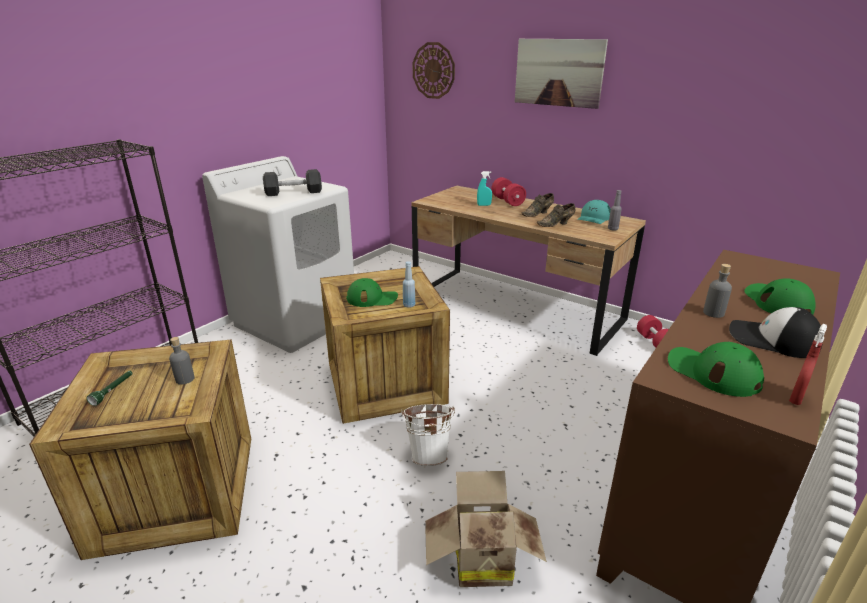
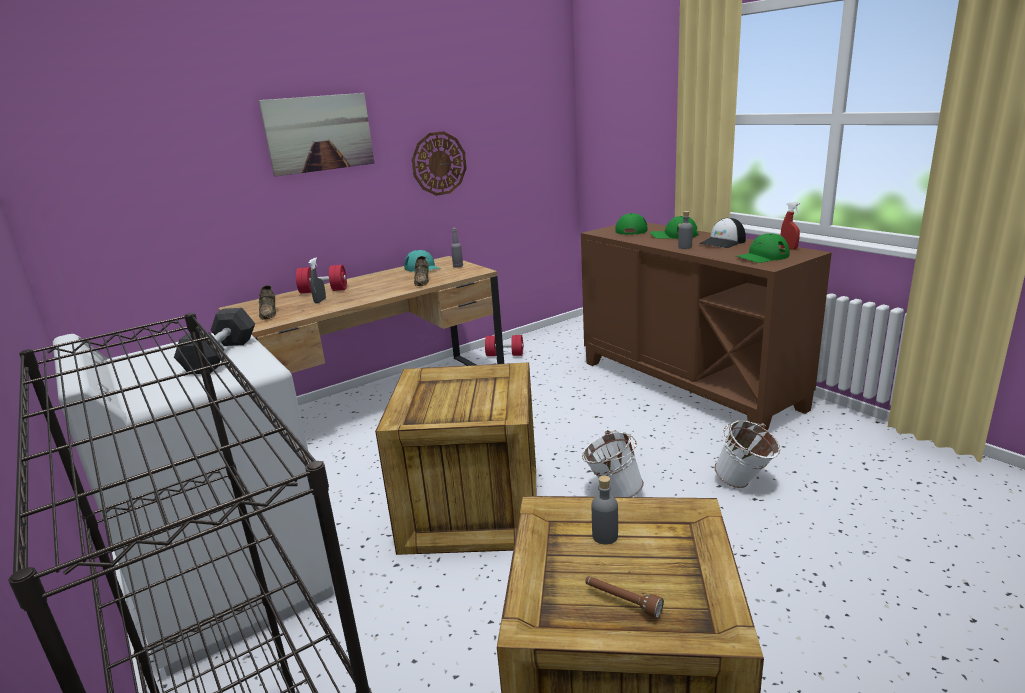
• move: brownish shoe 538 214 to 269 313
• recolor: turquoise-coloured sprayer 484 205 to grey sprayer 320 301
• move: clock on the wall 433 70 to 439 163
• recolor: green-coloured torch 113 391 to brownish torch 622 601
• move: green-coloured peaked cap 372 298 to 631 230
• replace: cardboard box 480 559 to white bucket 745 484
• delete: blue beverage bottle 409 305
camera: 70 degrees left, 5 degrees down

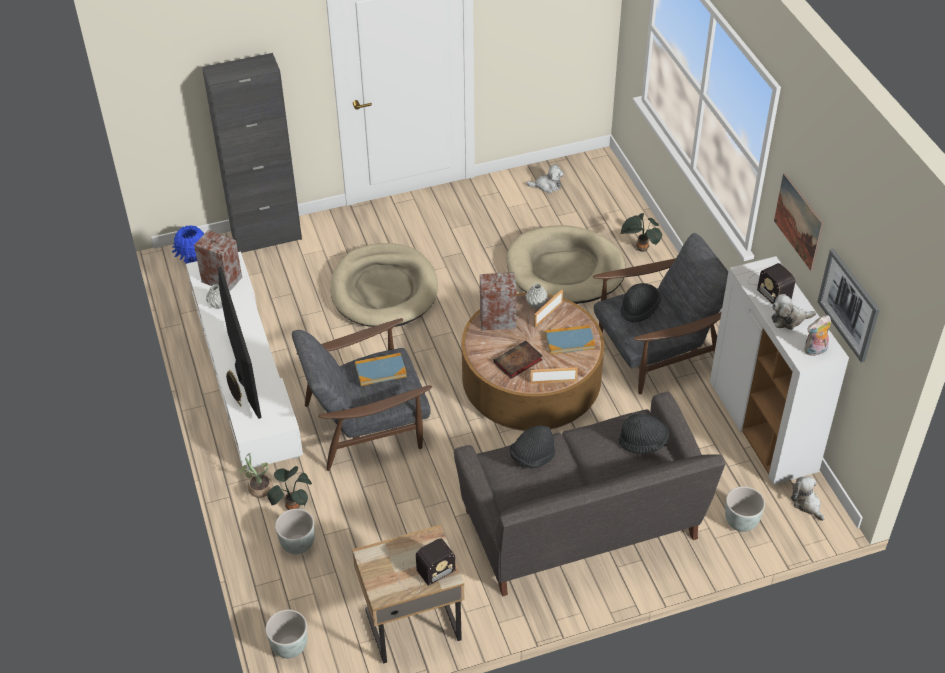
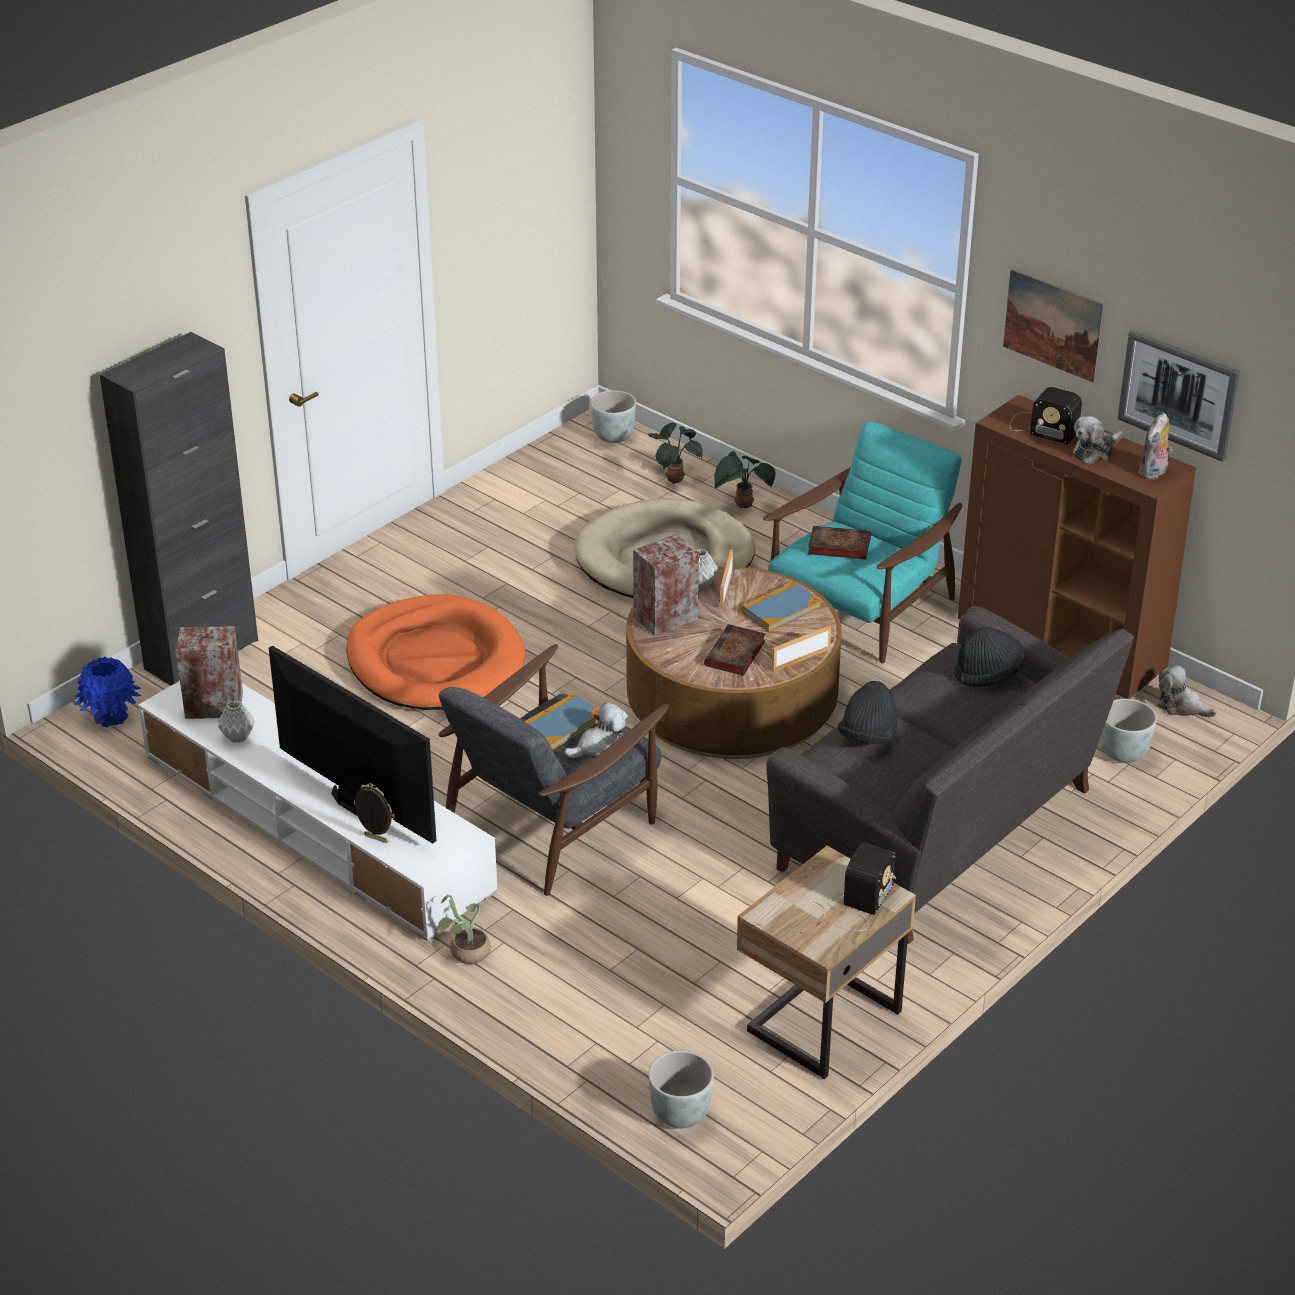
• recolor: sand-coloured pet bed 384 290 to orange pet bed 435 661
• move: plush toy 547 186 to 600 747
• move: grey planter 298 544 to 614 436
• move: plant in a pot 293 506 to 673 478
• recolor: grey lounge chair 655 351 to turquoise-coloured lounge chair 861 610
• replace: black-coloured clothing hat 639 309 to bound book 837 546
• recolor: white cabinet 763 427 to brownish cabinet 1062 646
camera: 30 degrees left, 10 degrees down

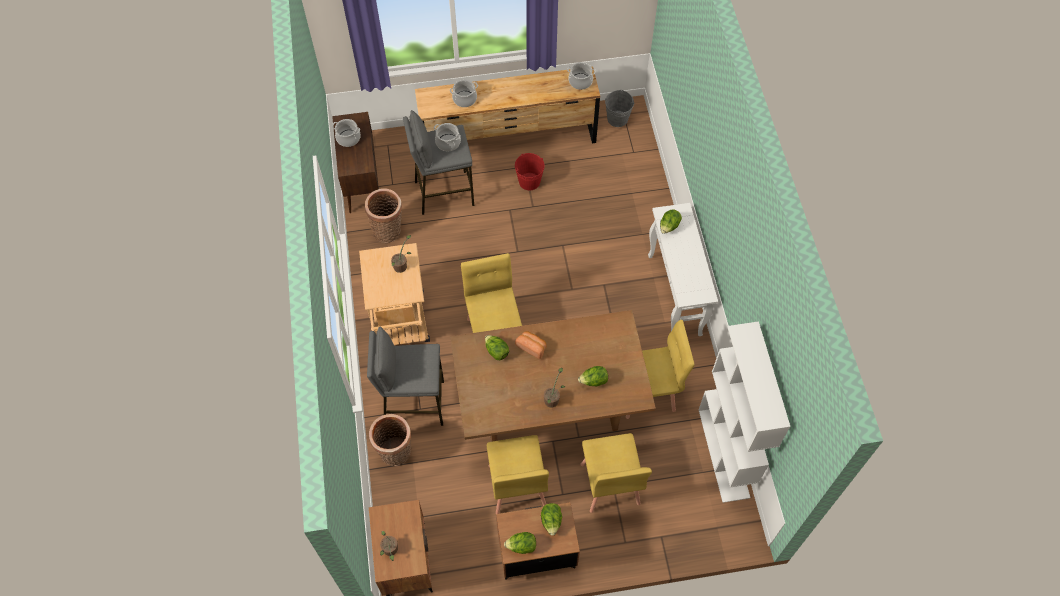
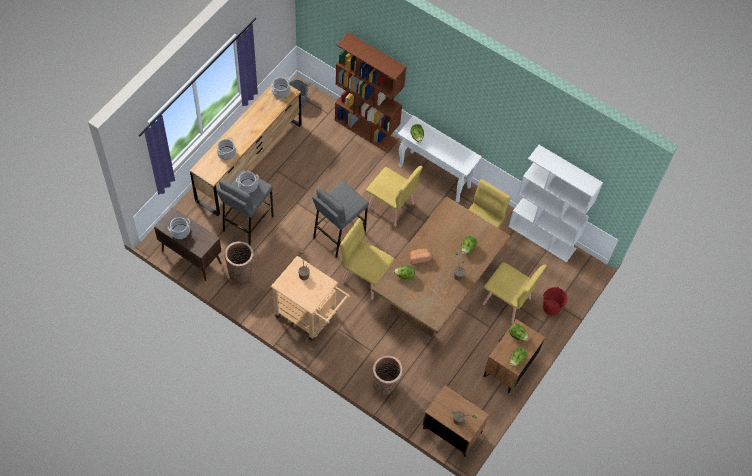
• move: grey stool seat 414 403 to 338 235
• insert: brownish shelving unit 367 130
• move: yellowish upright chair 516 486 to 390 206
• move: red-coloured bucket 529 181 to 551 307
camera: 50 degrees left, 0 degrees up

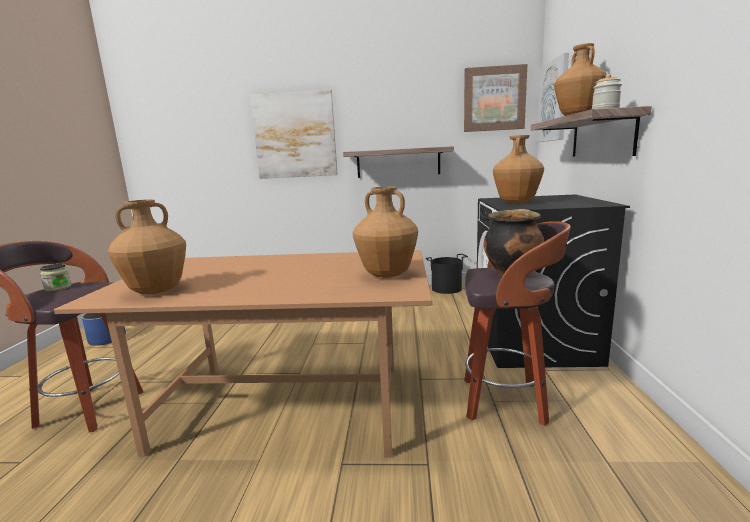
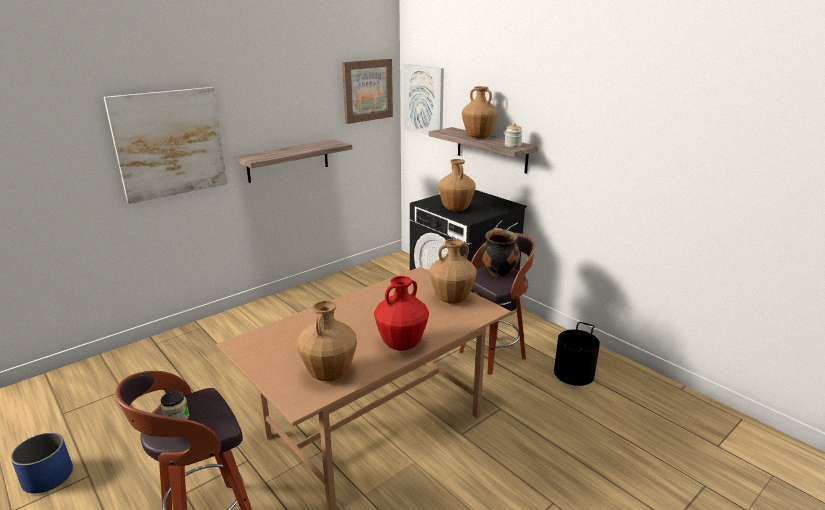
• insert: red-coloured flower vase 402 345
• move: black-coloured bucket 446 289 to 574 373
camera: 45 degrees left, 10 degrees up

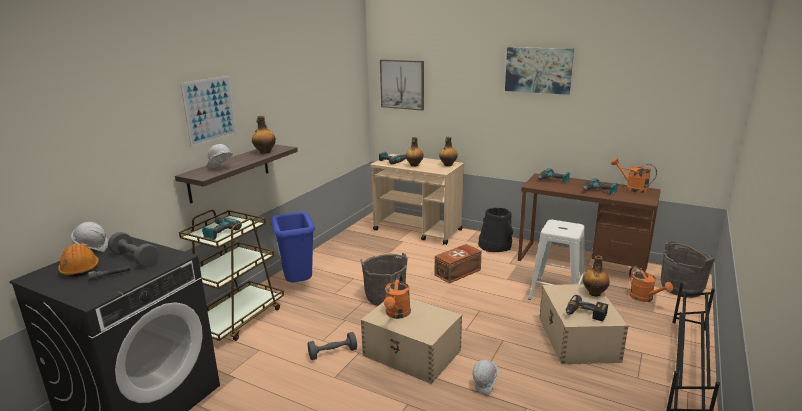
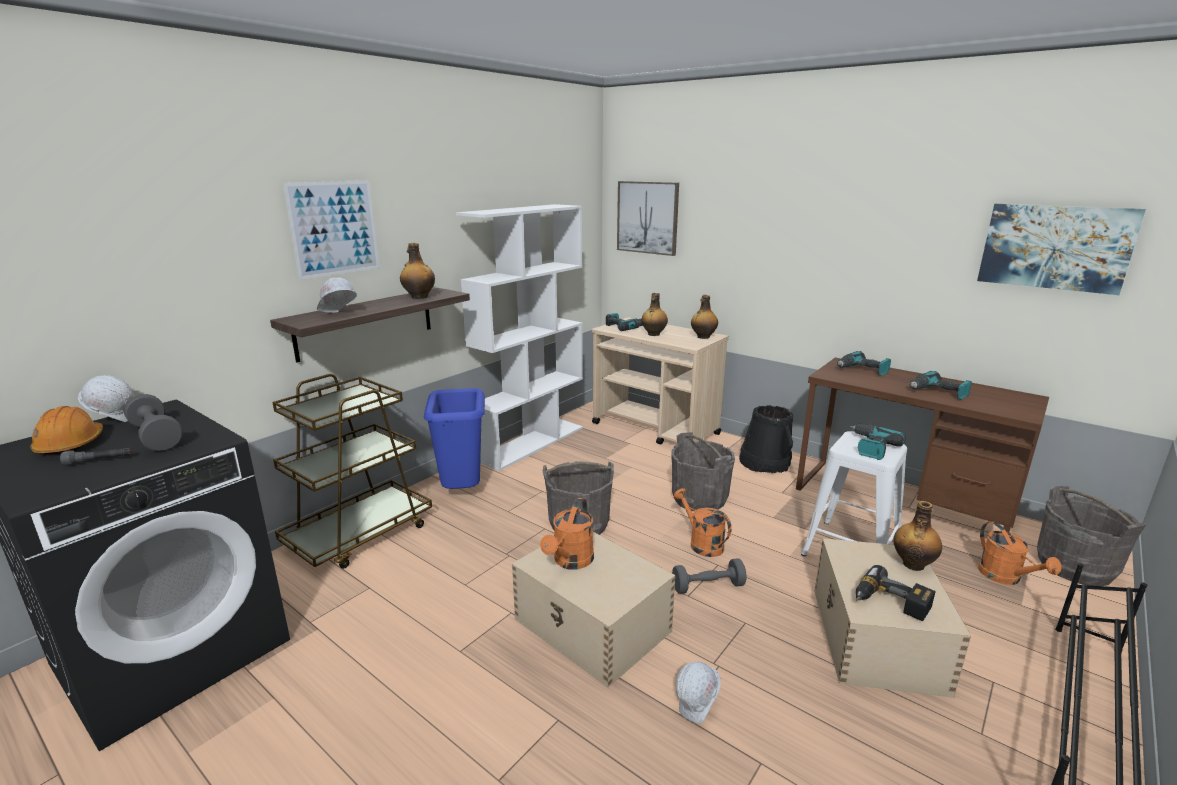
• insert: white shelving unit 531 443
• replace: brownish storage container 458 272 to grey bucket 699 498
• move: grey dumbbell 333 353 to 708 586
• move: orange watering can 632 188 to 701 543
• move: electric drill 219 232 to 871 447
• move: picture 538 70 to 1055 247
camera: 10 degrees right, 0 degrees up

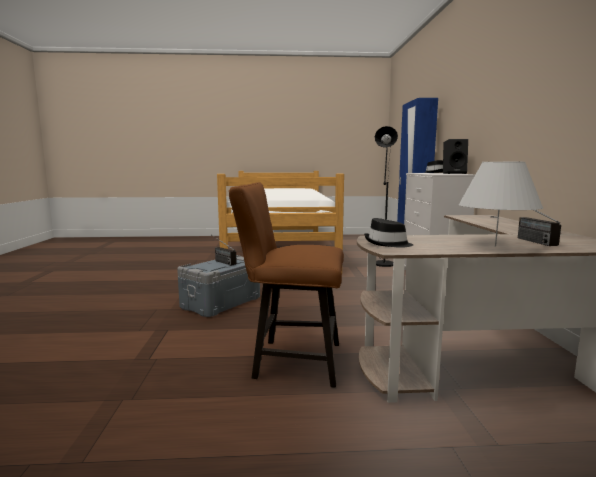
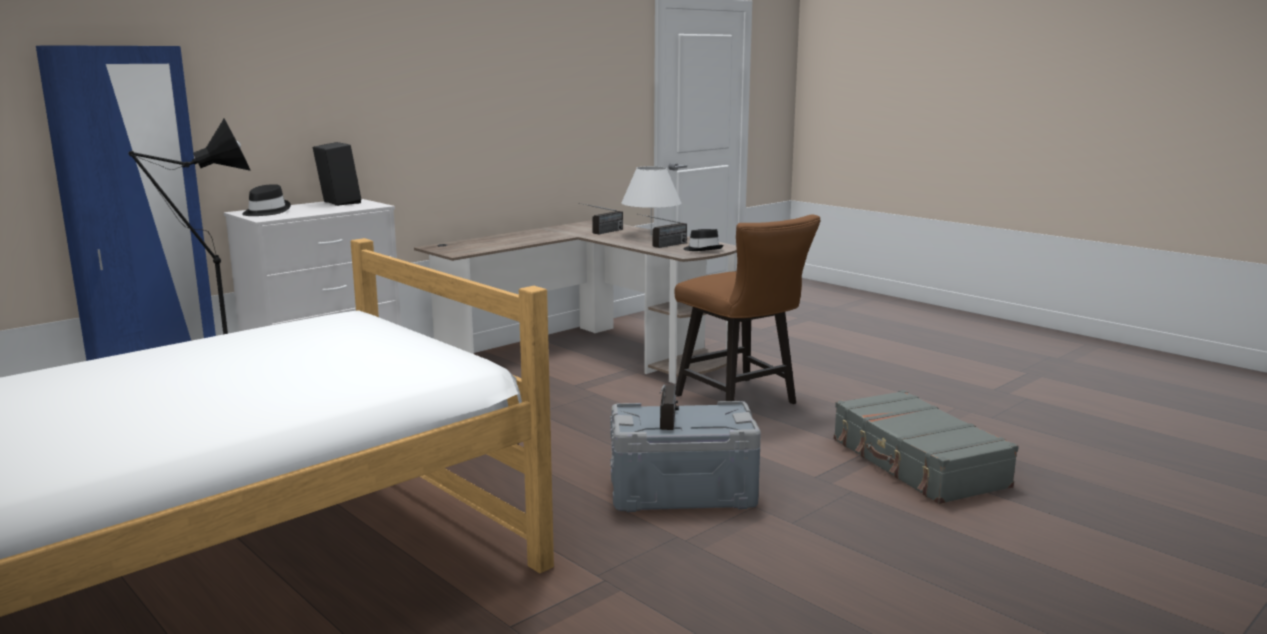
• insert: radio set 662 246
• insert: grey suitcase 917 463
camera: 130 degrees left, 5 degrees up

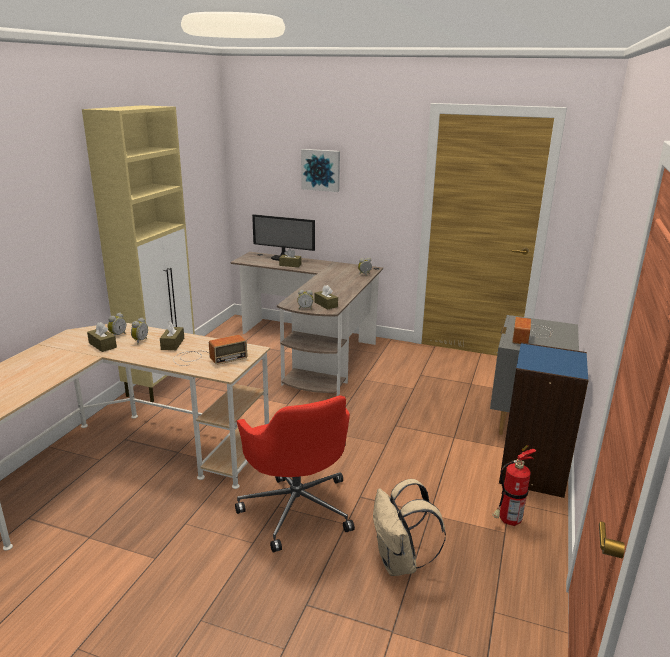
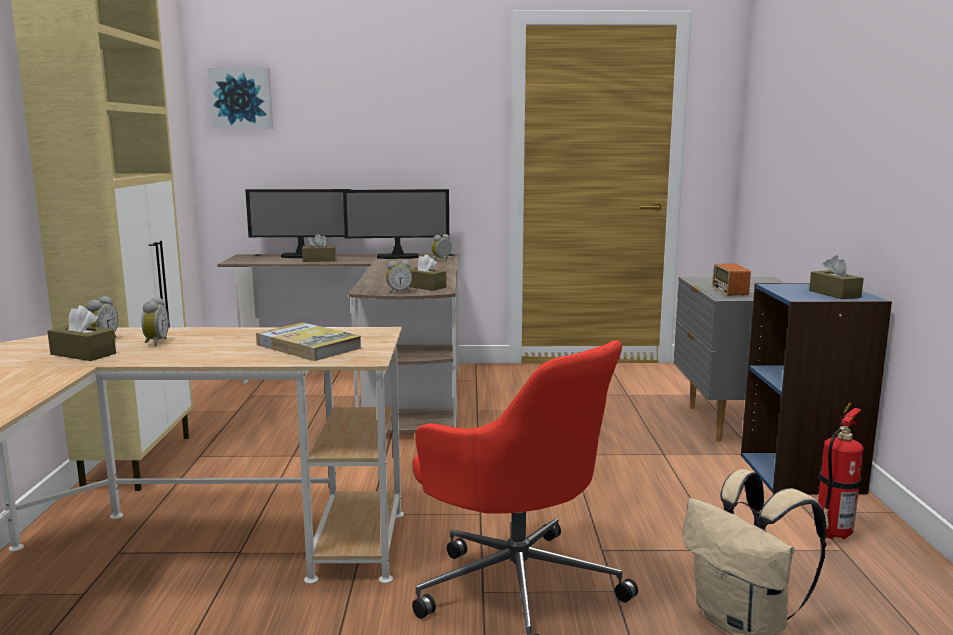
• move: picture 321 170 to 241 98
• replace: radio set 207 358 to bound book 308 346
• insert: computer display 397 257
• move: brownish box of tissues 172 344 to 834 294
camera: 20 degrees left, 10 degrees down

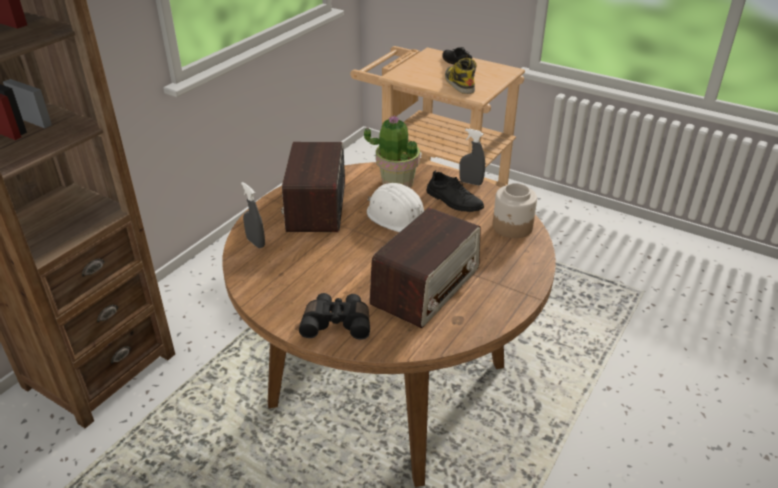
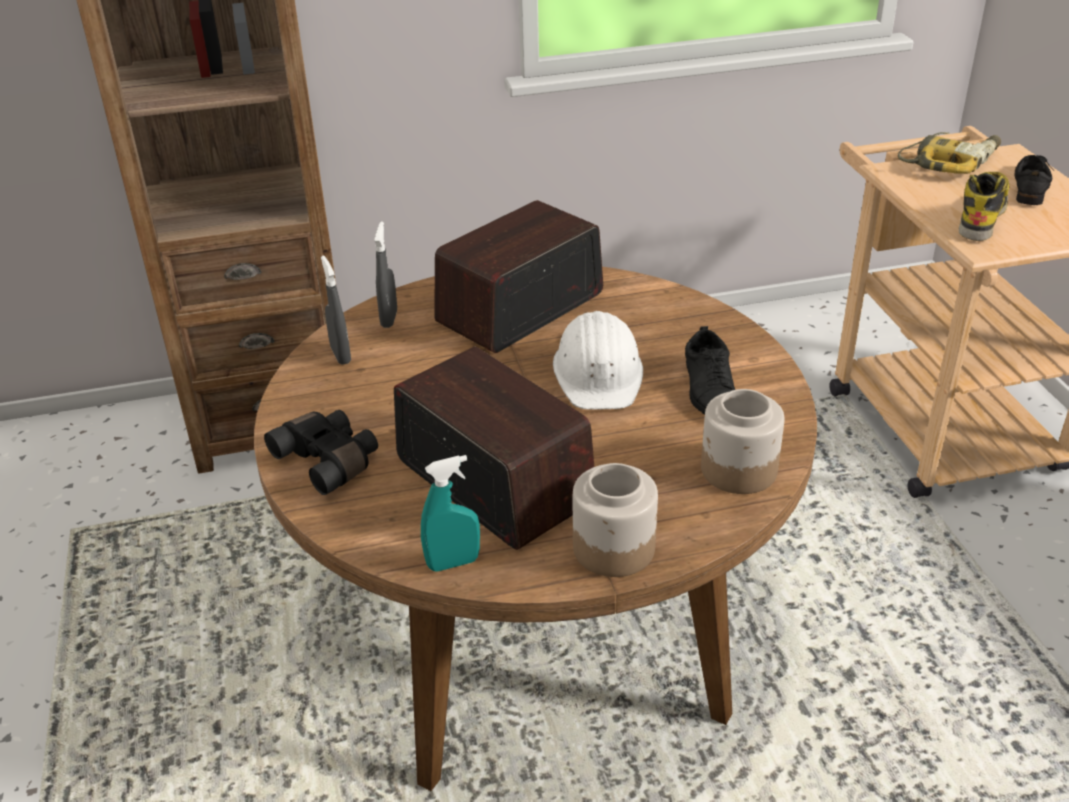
• move: grey sprayer 471 182 to 340 355
• rotate: radio set 426 286 = 493 480 120 degrees counterclockwise
• insert: turquoise-coloured sprayer 453 563
• insert: jar 615 548
• insert: electric drill 949 161
• delete: plant in a pot 397 182
camera: 45 degrees right, 0 degrees up

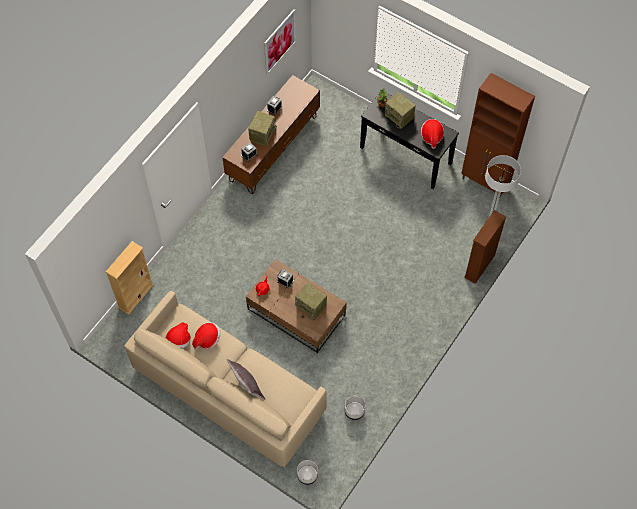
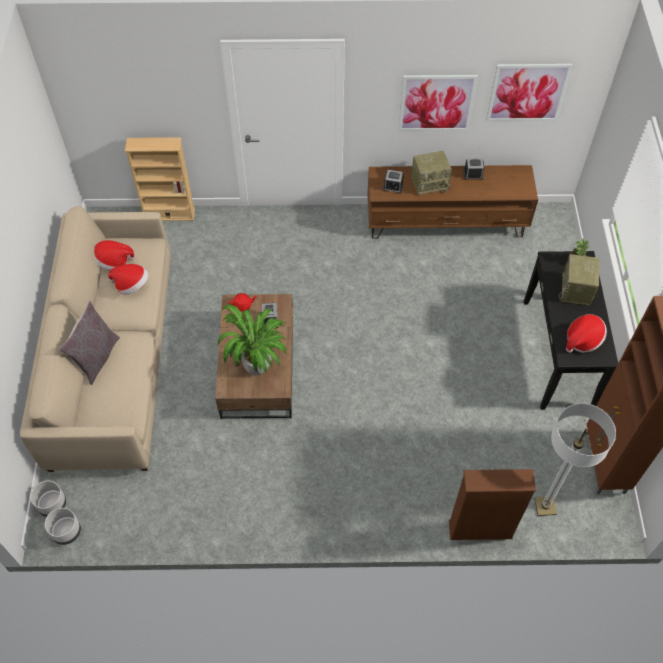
• move: grey planter 354 411 to 66 532
• replace: radio set 311 306 to plant in a pot 257 365
• insert: picture 436 103
camera: 55 degrees right, 5 degrees down

